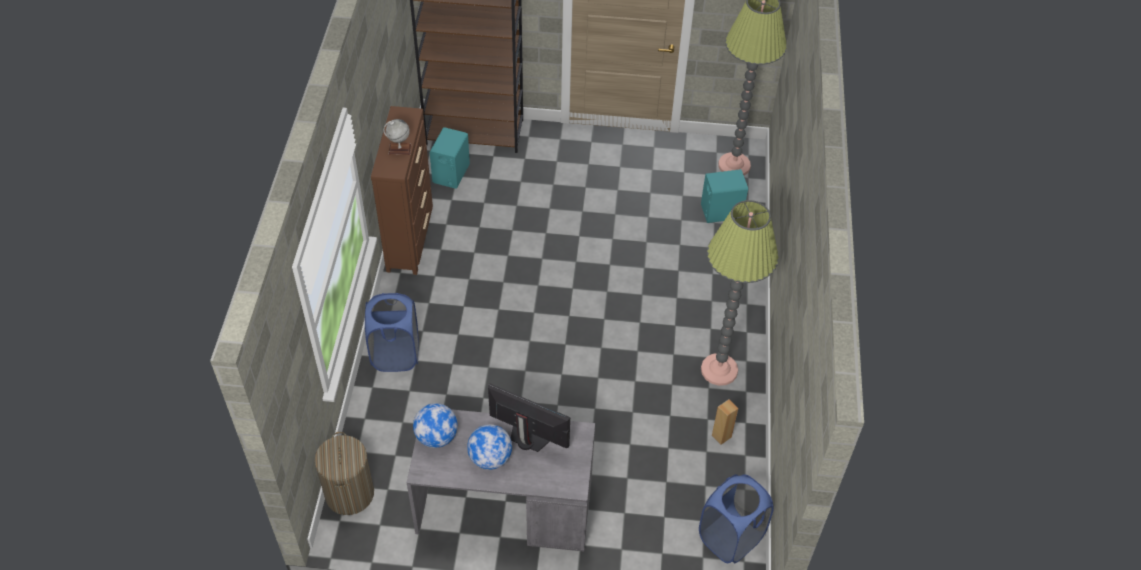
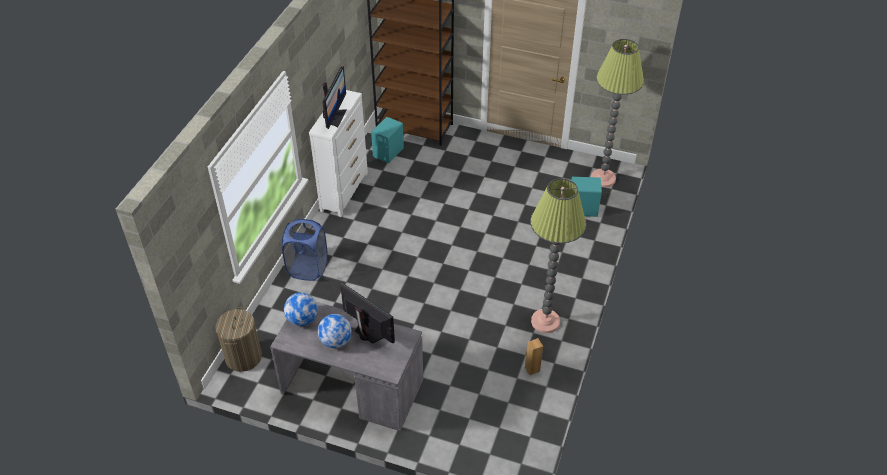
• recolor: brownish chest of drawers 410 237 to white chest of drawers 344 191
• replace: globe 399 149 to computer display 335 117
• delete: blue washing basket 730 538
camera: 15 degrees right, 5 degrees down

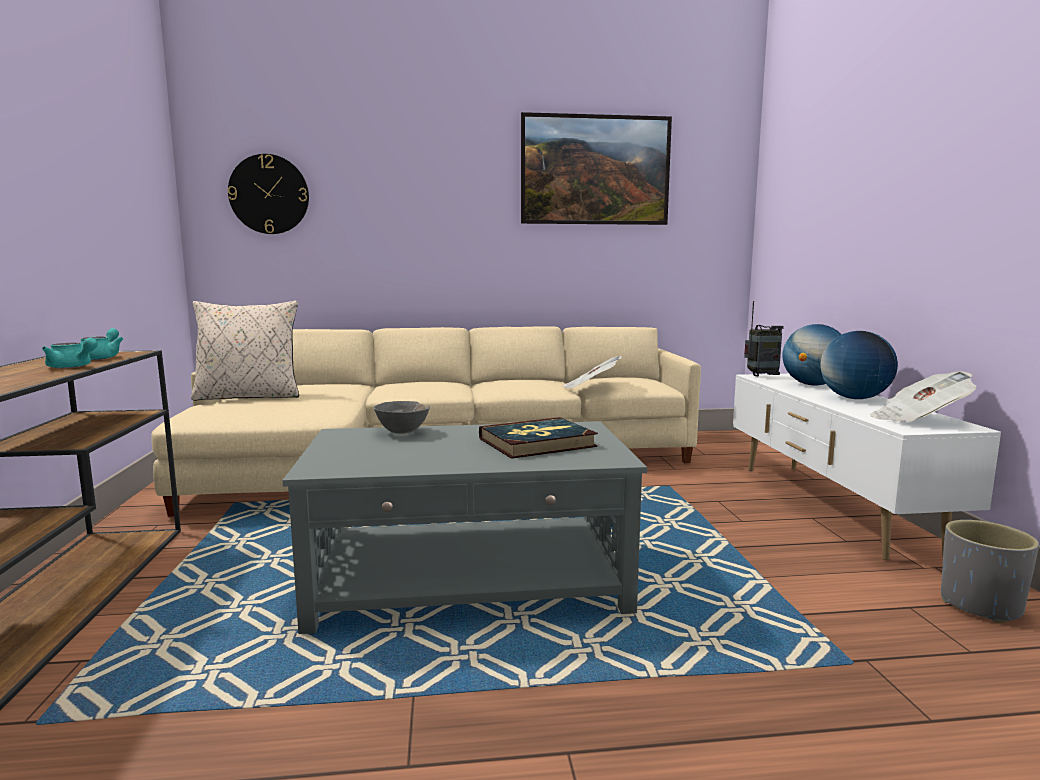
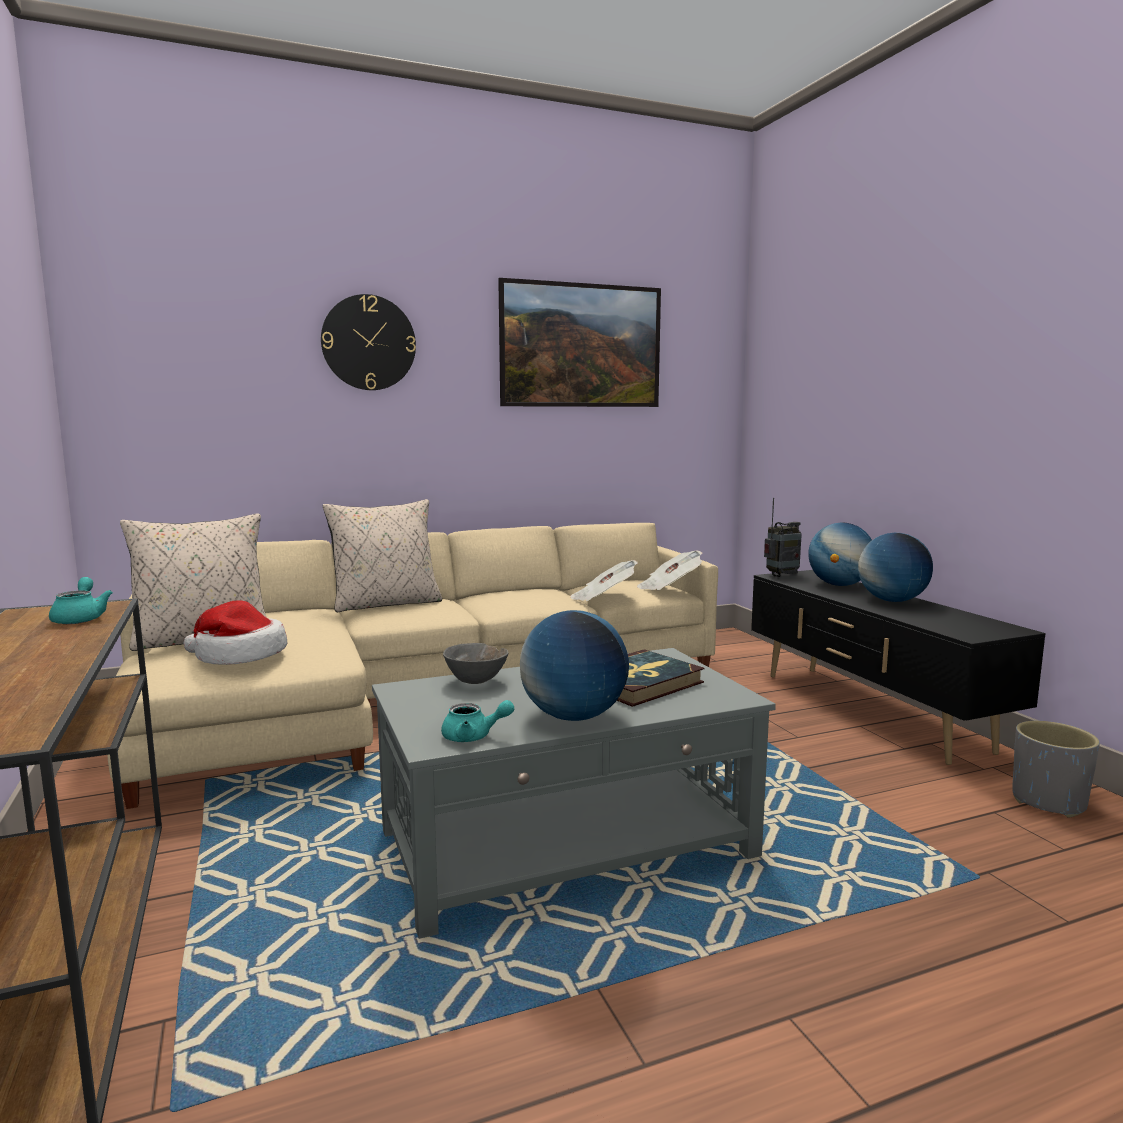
• insert: clothing hat 238 655
• move: clock on the wall 269 194 to 368 343
• insert: sand-coloured throw pillow 386 604
• move: turquoise-coloured tea pot 72 367 to 473 737
• insert: globe 573 716
• move: printed paper 918 419 to 669 588
• recolor: white tv unit 829 506 to black-coloured tv unit 868 711
camera: 15 degrees left, 0 degrees up

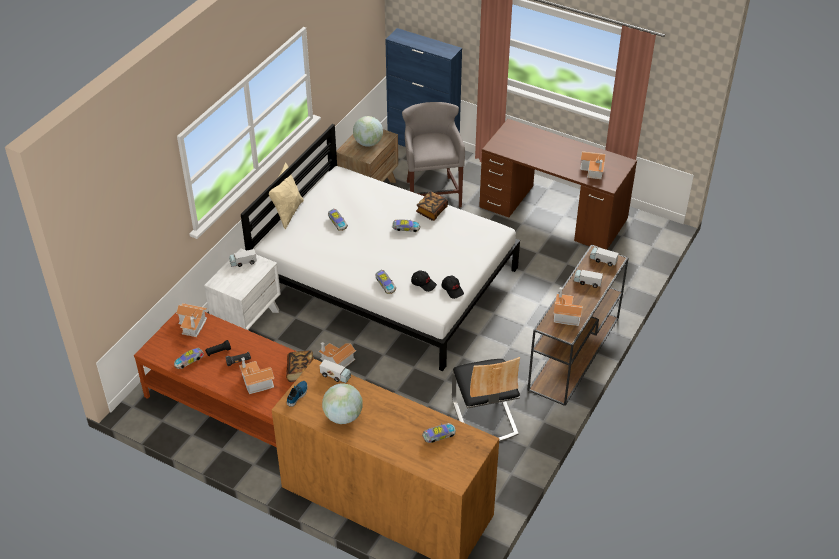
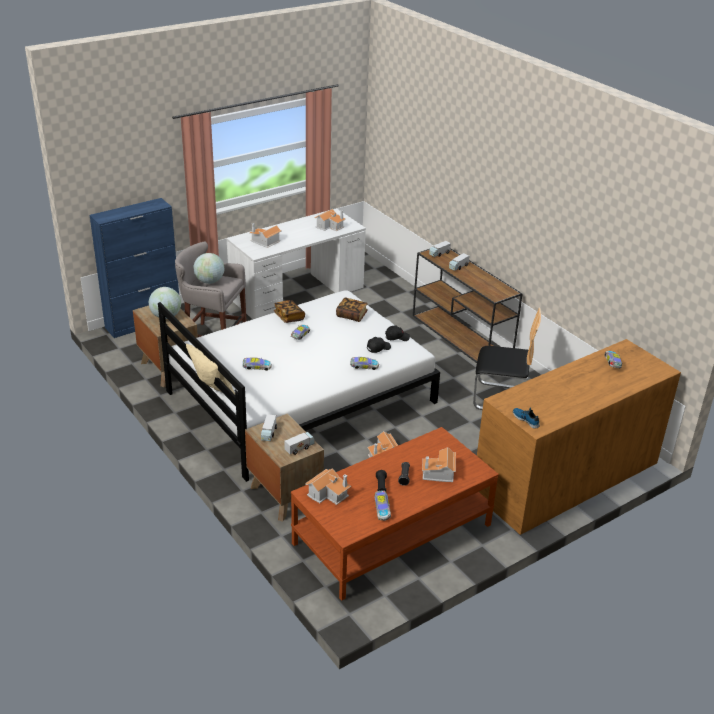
• move: globe 343 416 to 209 281
• recolor: brownish desk 553 213 to white desk 298 293
• recolor: white night table 247 319 to brownish night table 284 495
• move: model house 564 314 to 264 241
• move: toy truck 335 376 to 299 447
• move: bound book 300 371 to 351 315
camera: 65 degrees left, 10 degrees down

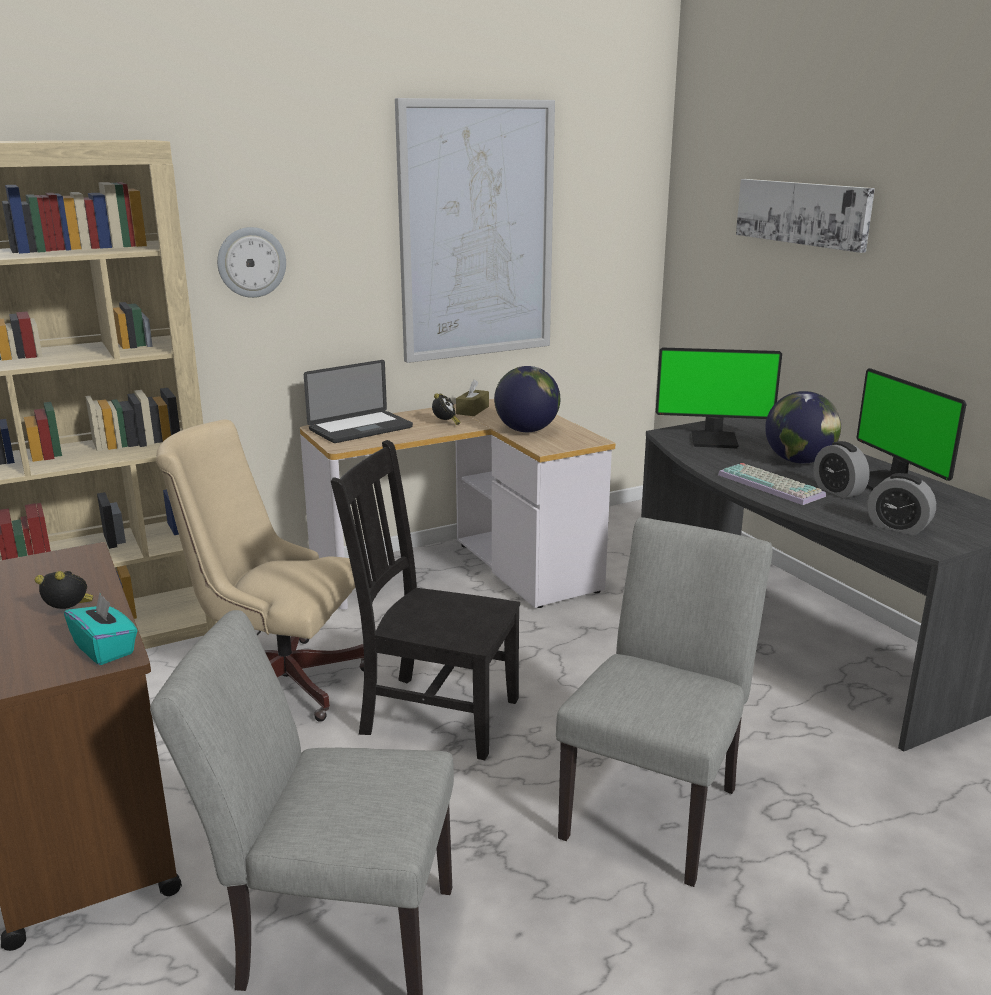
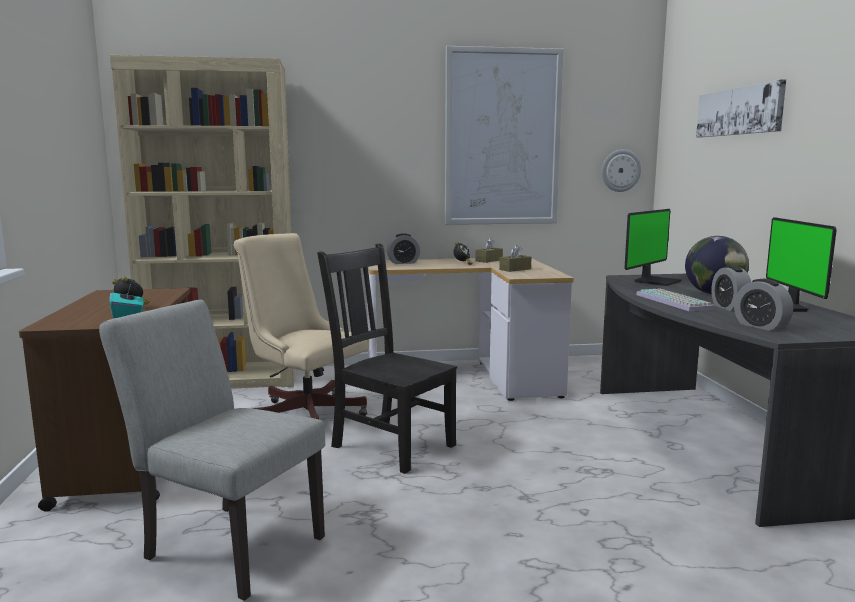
• replace: laptop 360 429 to table clock 403 263
• replace: globe 526 430 to brownish box of tissues 515 269
• move: clock on the wall 251 262 to 620 170
• rotate: computer display 714 440 = 655 281 75 degrees counterclockwise
• delete: grey upright chair 657 804
camera: 20 degrees right, 10 degrees down

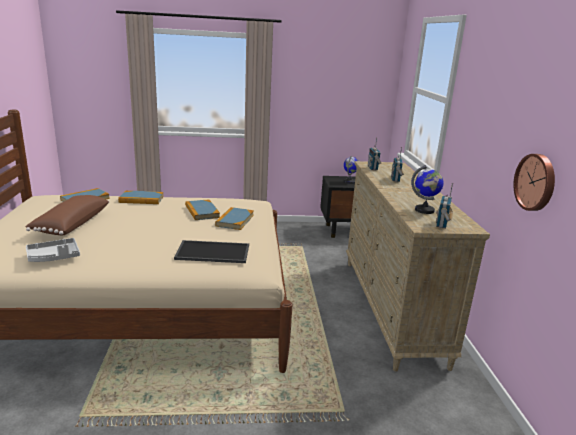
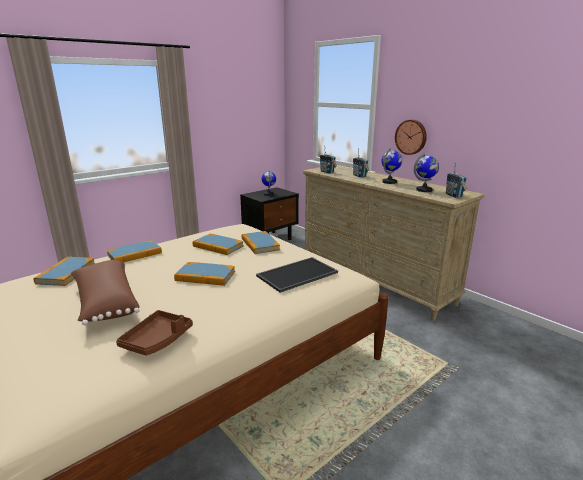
• recolor: grey tray 54 257 to brownish tray 157 340
• insert: bound book 205 276
• insert: globe 389 182
• move: clock on the wall 536 182 to 411 137
camera: 35 degrees left, 0 degrees up

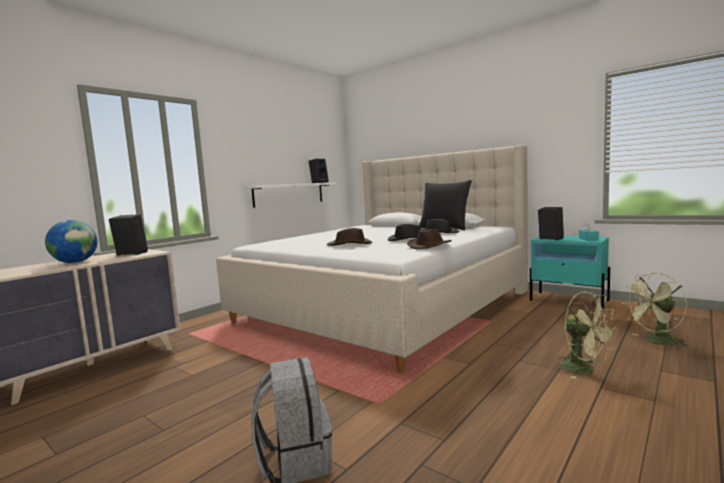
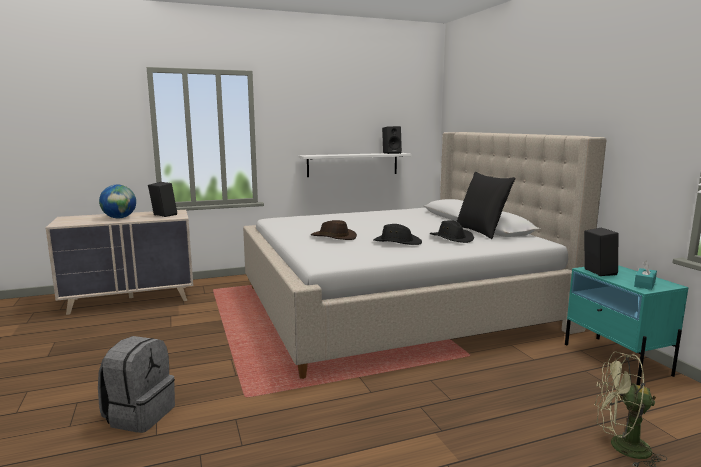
• delete: brownish clothing hat 430 246
• delete: green-coloured electric fan 584 370
camera: 30 degrees right, 5 degrees up

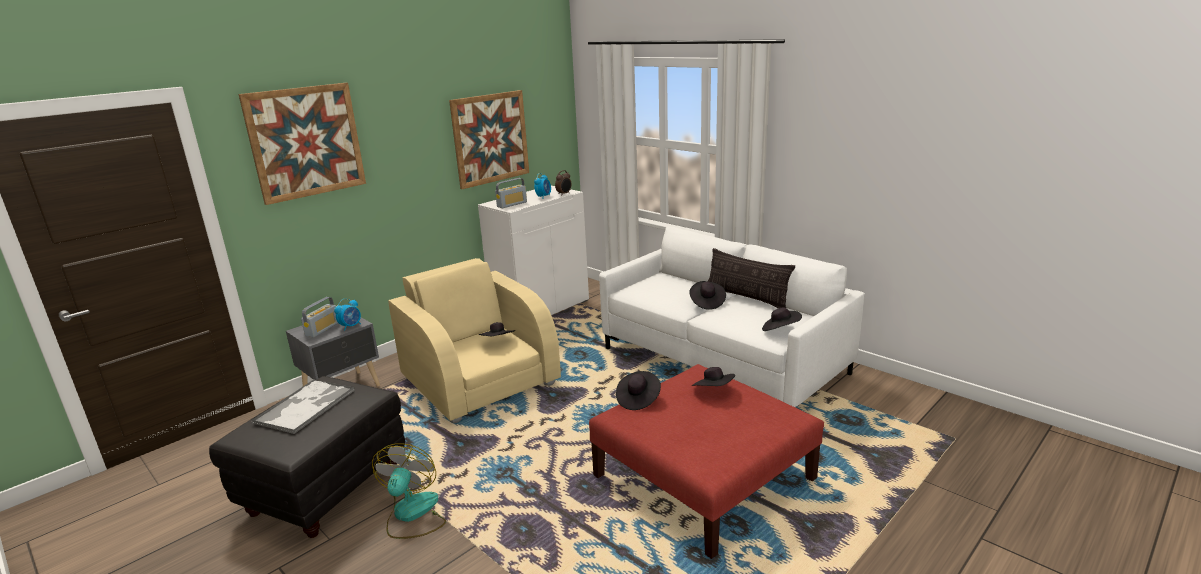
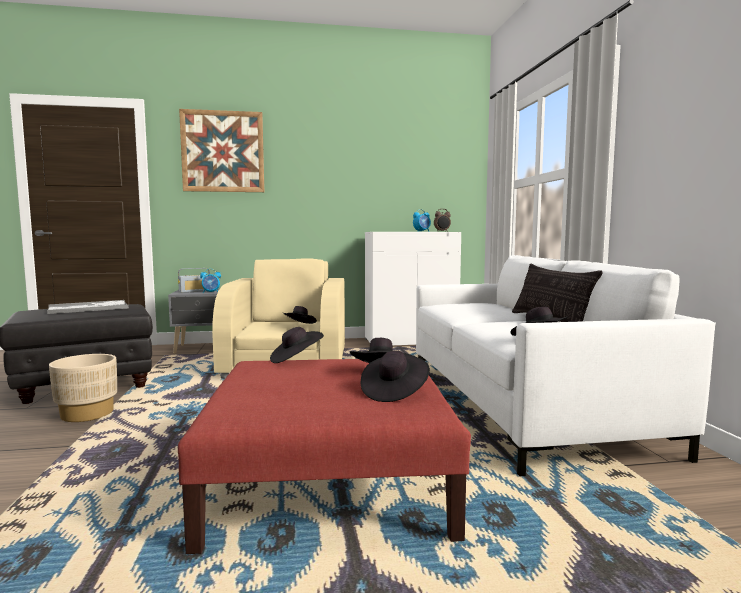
• replace: electric fan 412 515 to sand-coloured planter 87 414
• move: black-coloured clothing hat 707 303 to 394 392
• delete: picture 490 138
• delete: radio set 512 204
camera: 35 degrees right, 15 degrees down

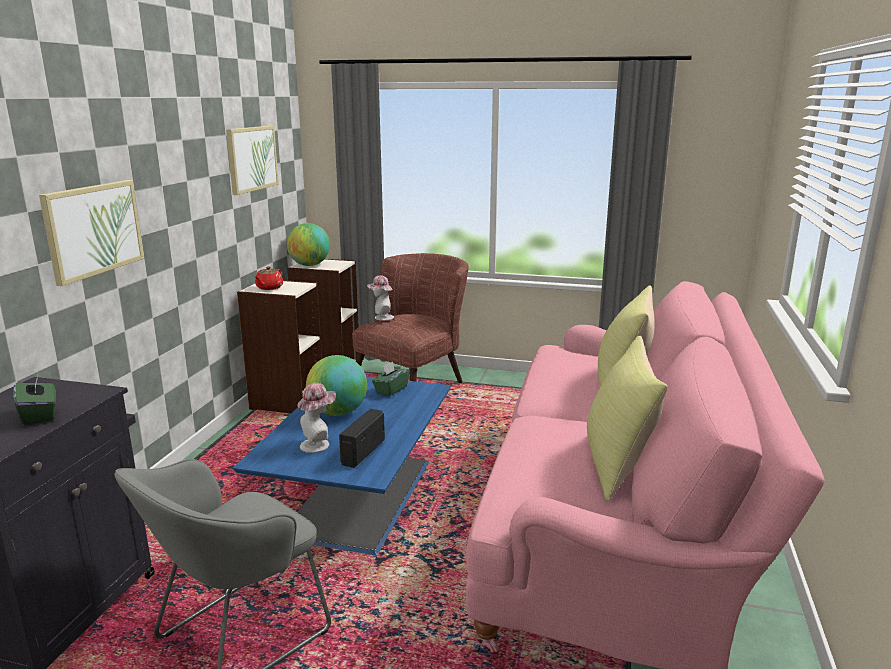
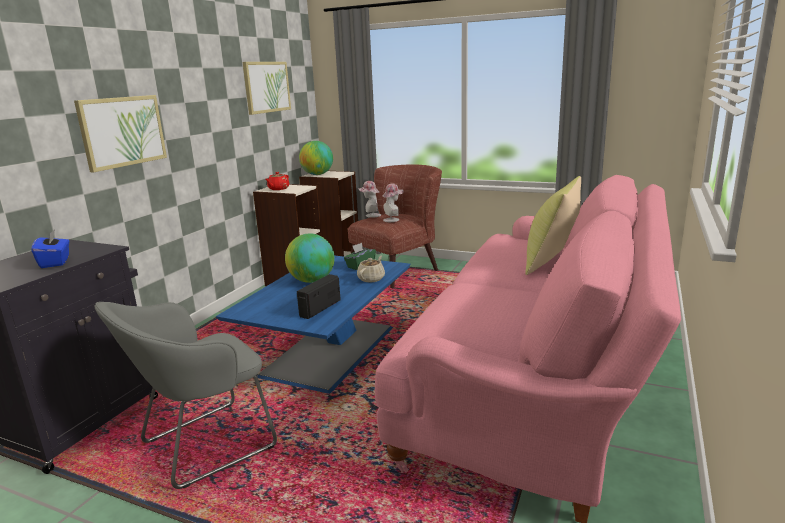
• recolor: green-coloured box of tissues 39 415 to blue box of tissues 55 262
• insert: sand-coloured tea pot 371 279
• move: clothing hat 318 444 to 393 219
• delete: yellowish throw pillow 618 465
camera: 10 degrees right, 0 degrees up

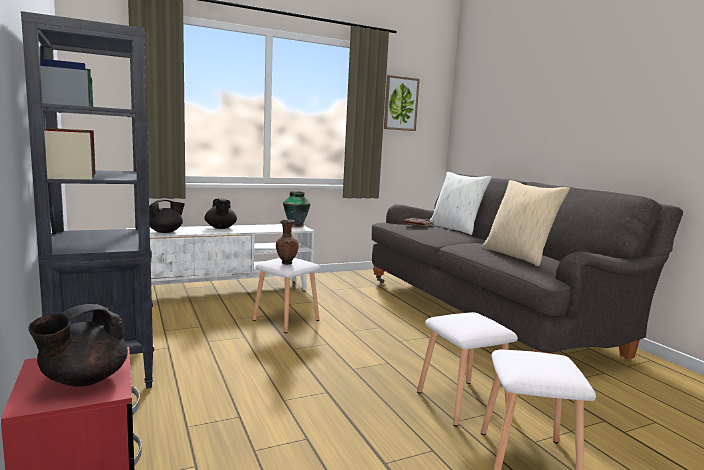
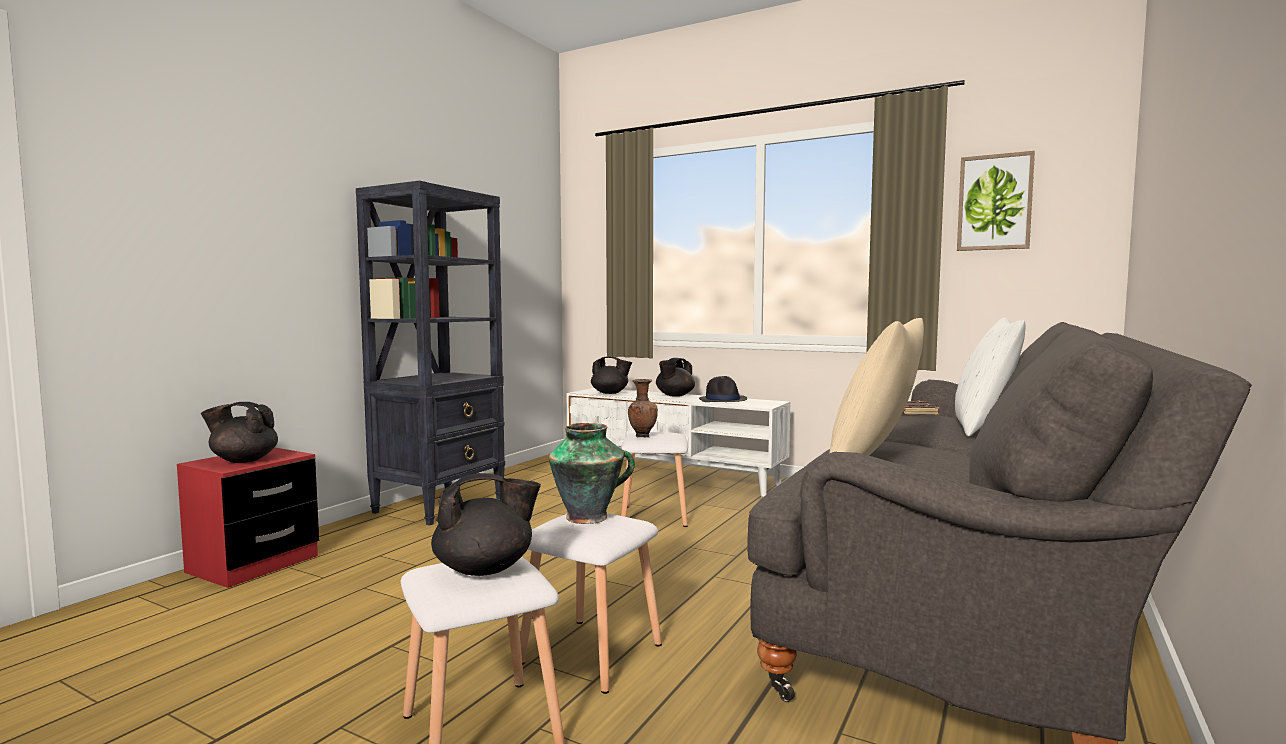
• insert: black-coloured tea pot 486 569
• move: flower vase 296 225 to 589 517
• insert: black-coloured clothing hat 723 400
camera: 55 degrees right, 5 degrees down

